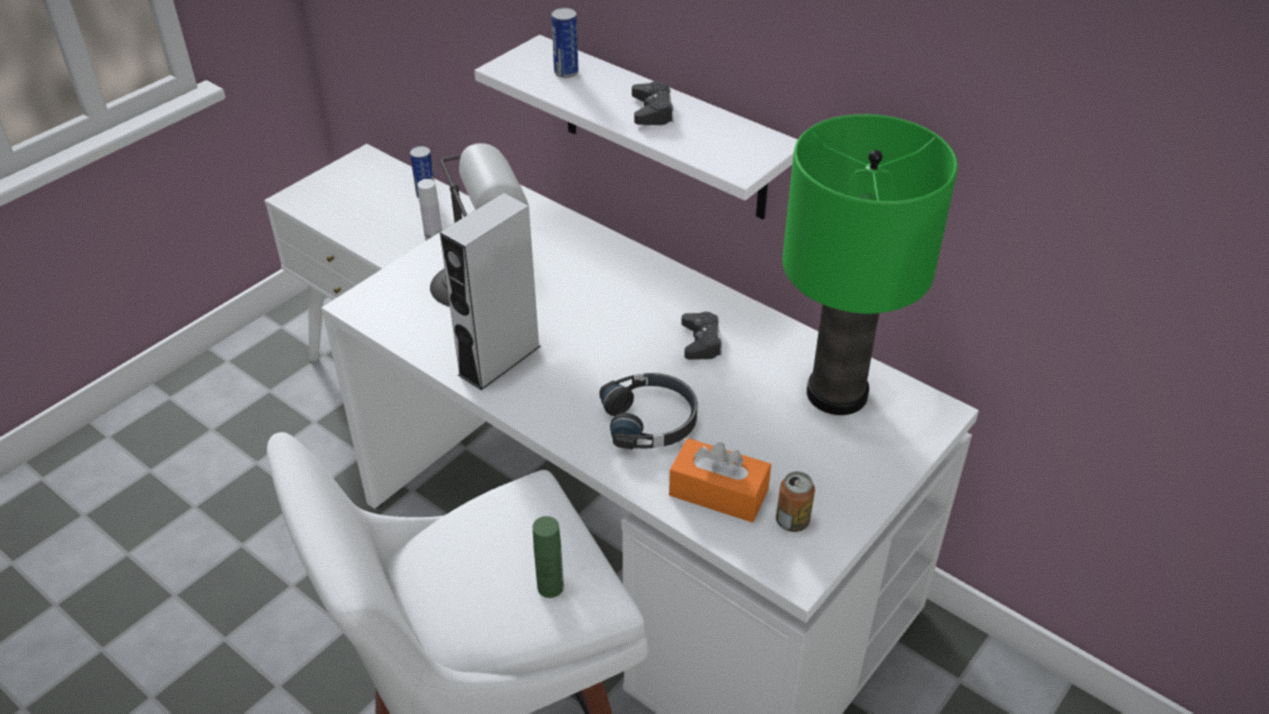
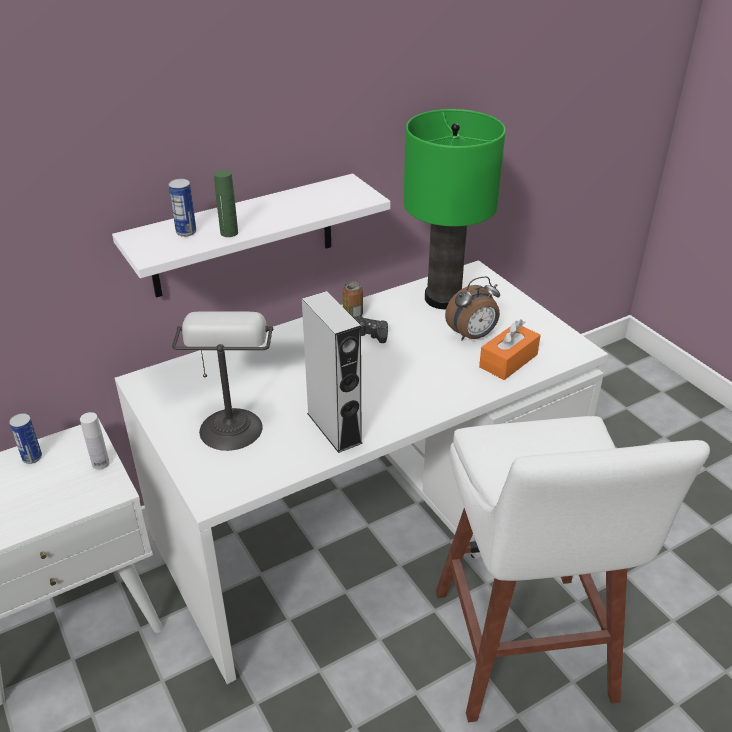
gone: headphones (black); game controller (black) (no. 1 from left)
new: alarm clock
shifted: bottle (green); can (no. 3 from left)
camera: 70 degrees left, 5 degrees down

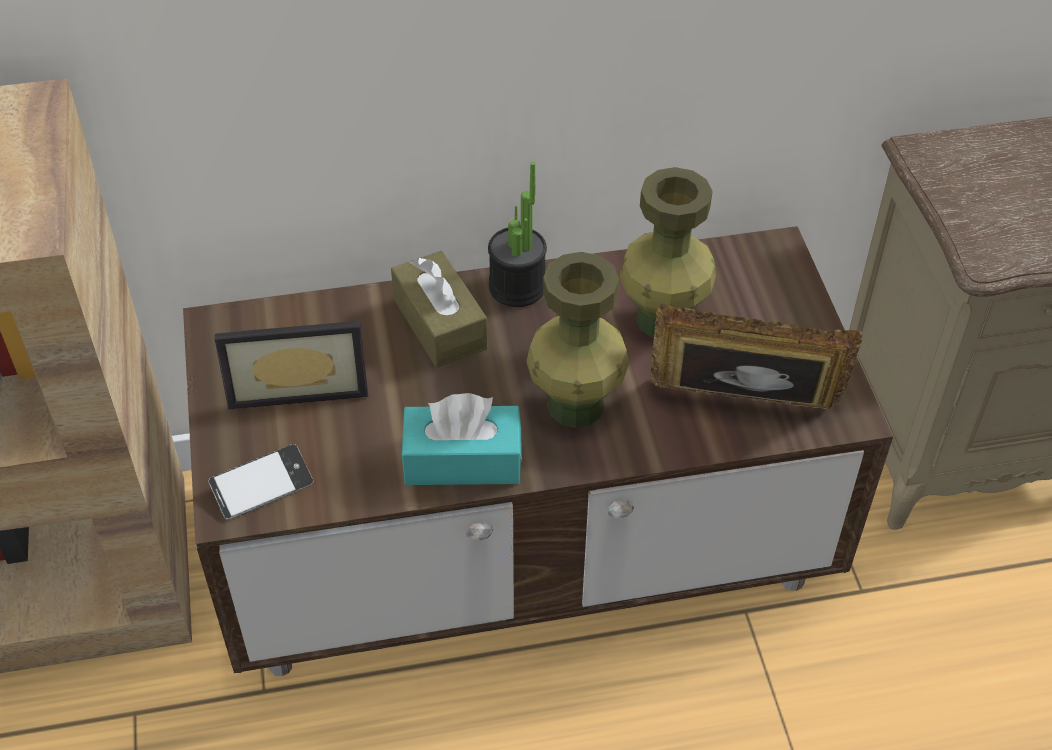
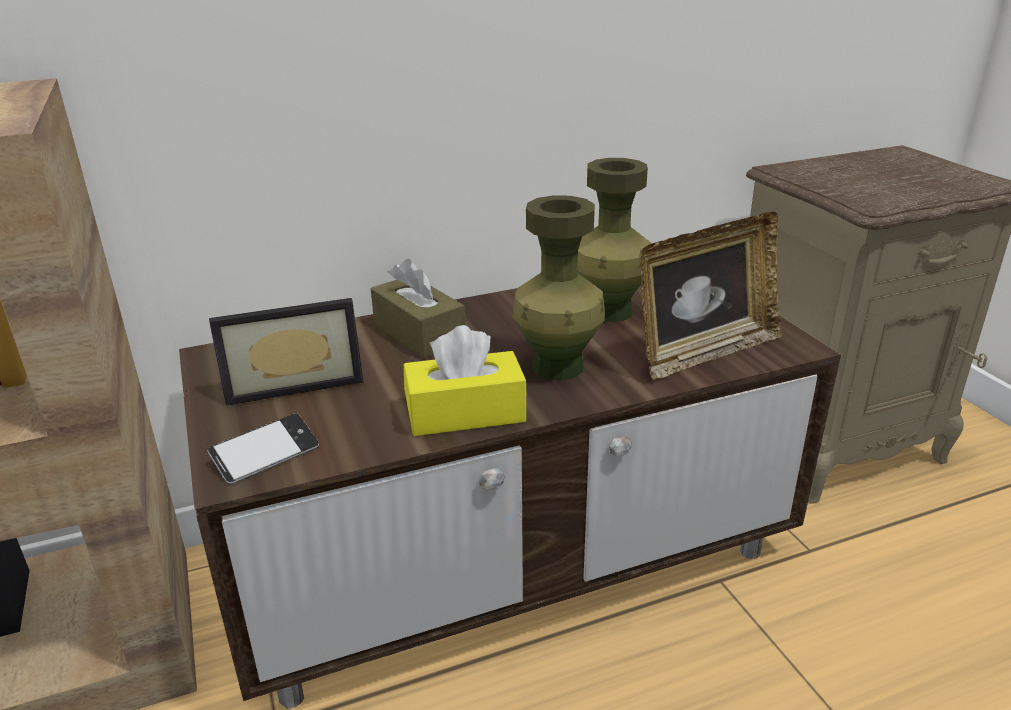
gone: potted plant
repainted: tissue box (turquoise) to tissue box (yellow)
rotated: picture frame (no. 2 from left) 150 degrees clockwise
camera: 10 degrees left, 20 degrees down

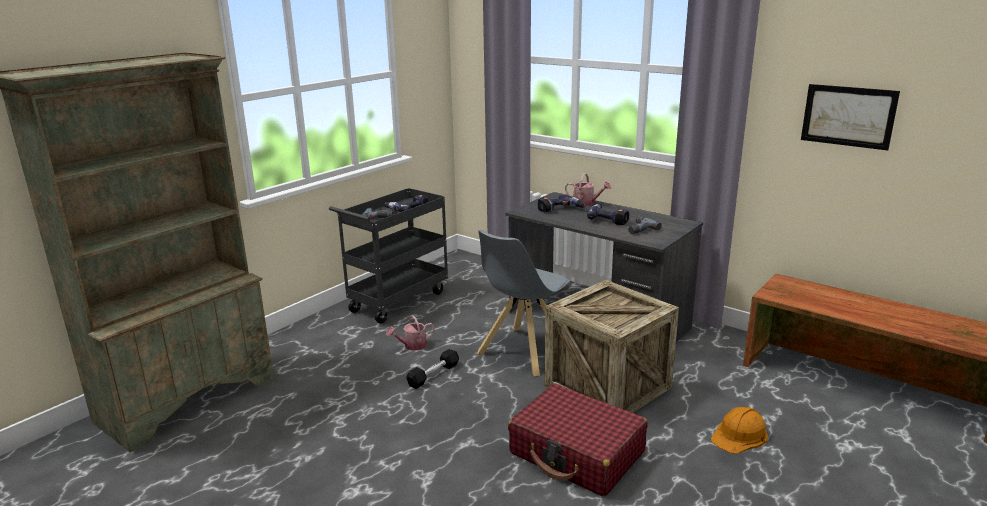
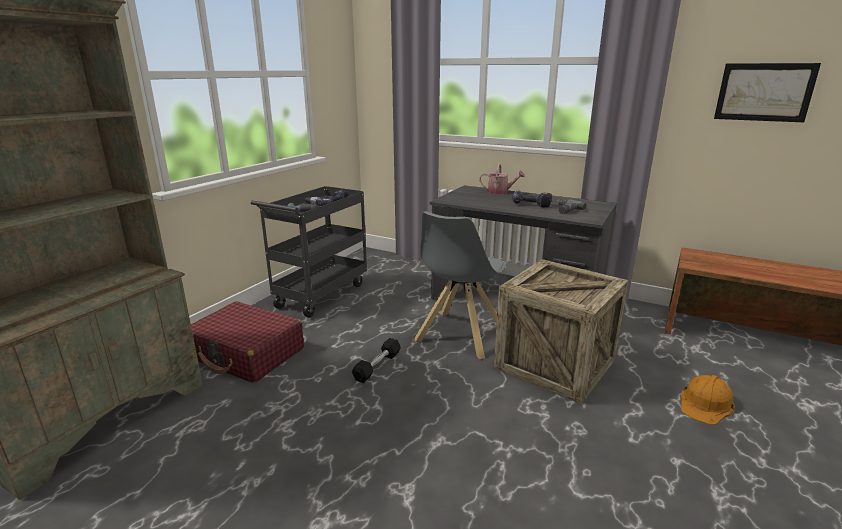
gone: watering can (no. 1 from left); power drill (no. 3 from left)
shifted: suitcase (red)
camera: 10 degrees left, 0 degrees up

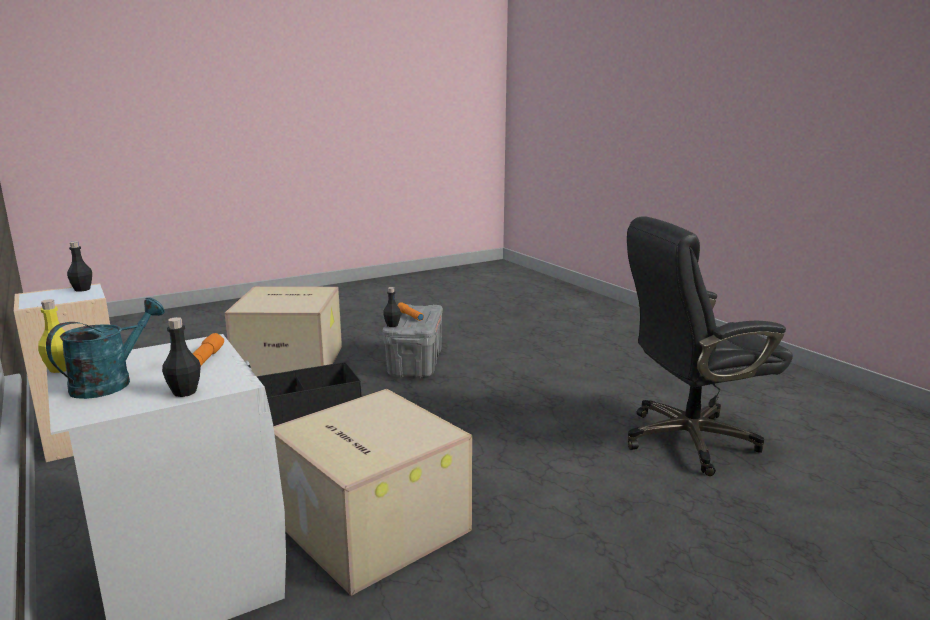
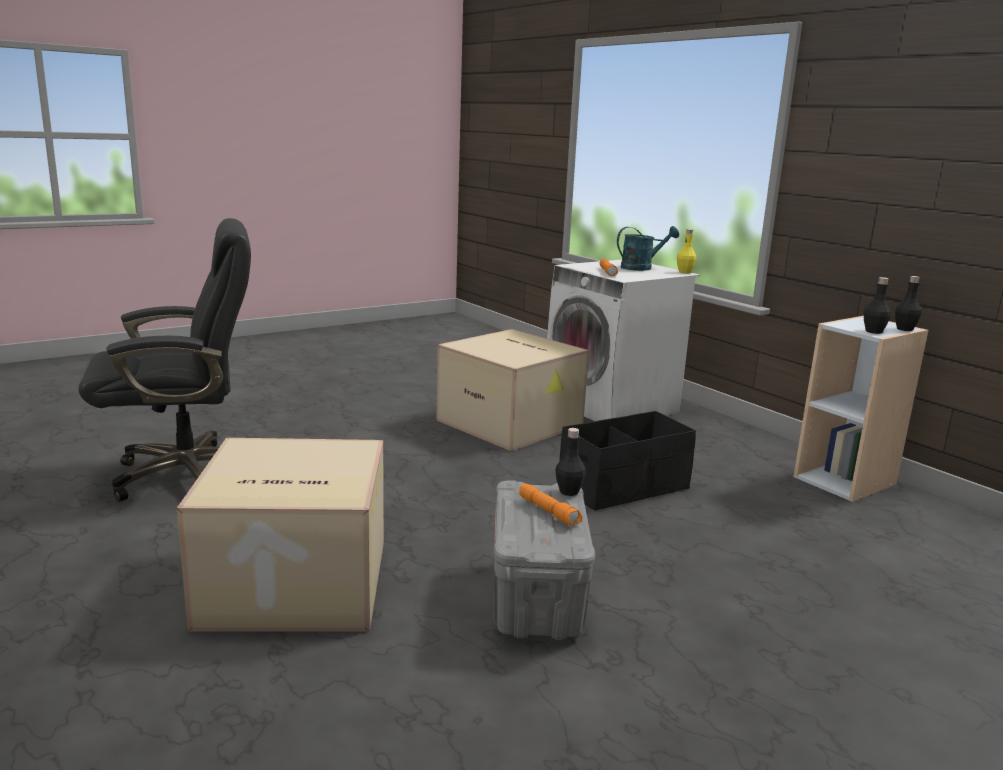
shifted: cardboard box (no. 1 from left); bottle (black) (no. 2 from left in the first image) to bottle (black) (no. 3 from left)
rotated: watering can (turquoise) 135 degrees counterclockwise
camera: 175 degrees right, 0 degrees up

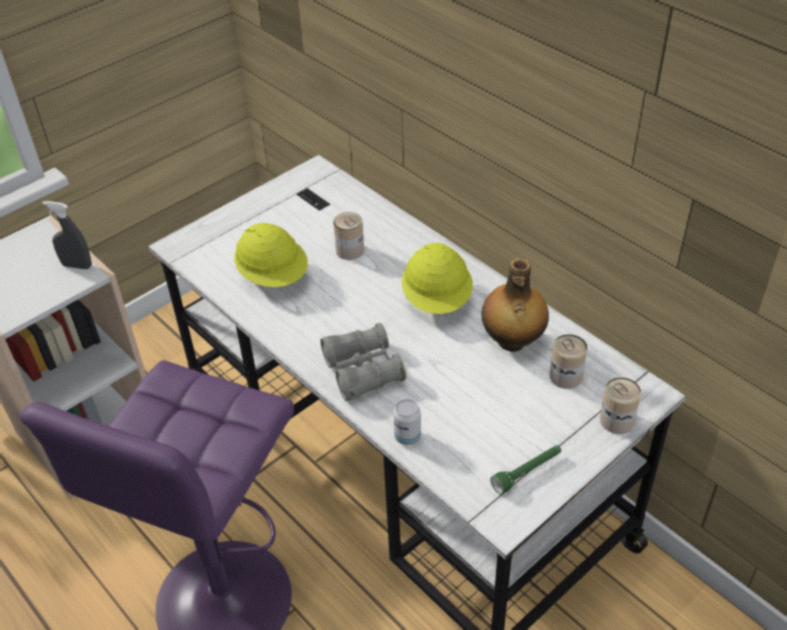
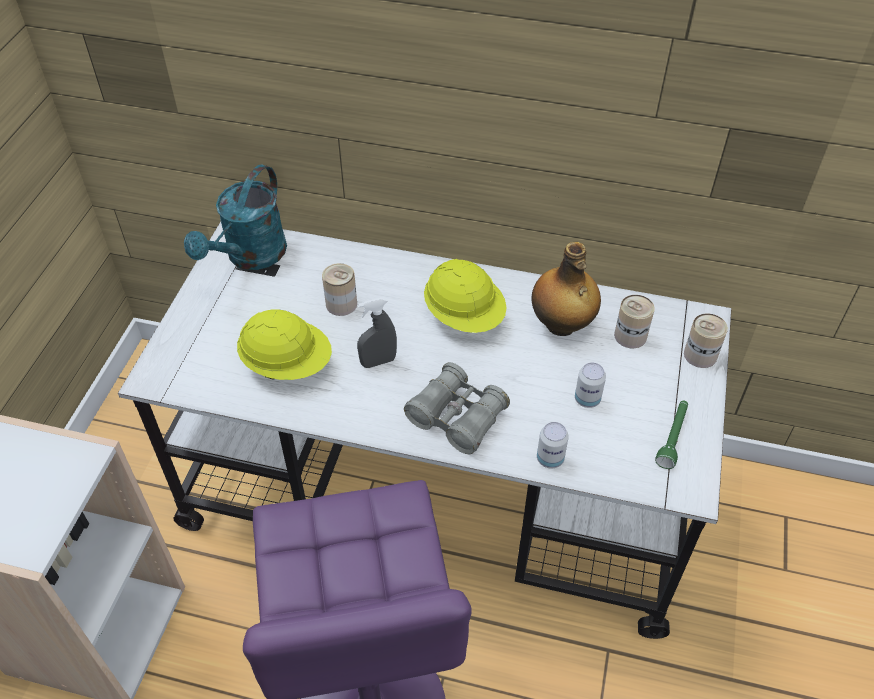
new: watering can (turquoise); can (no. 3 from left)
shifted: spray bottle (grey)
camera: 35 degrees left, 5 degrees up

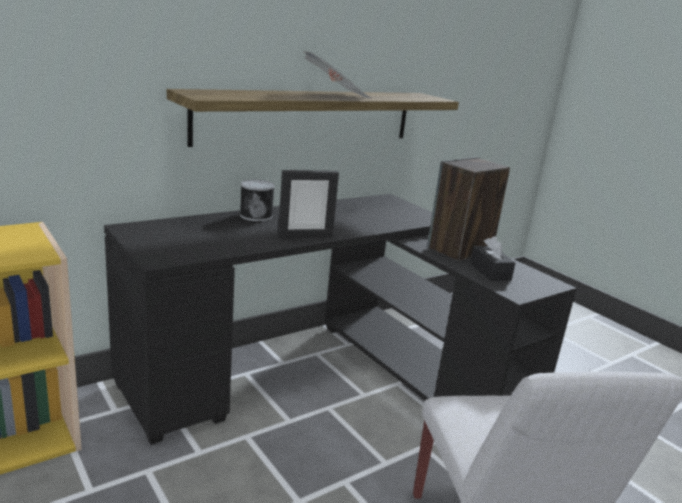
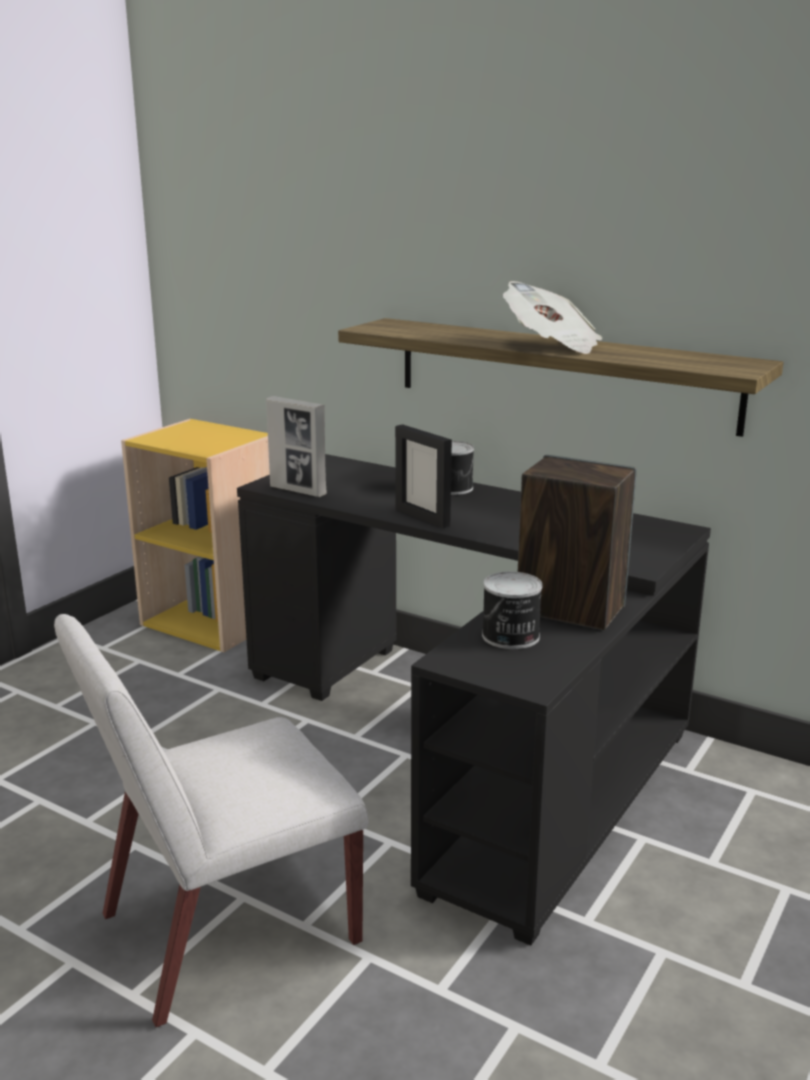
new: picture frame (no. 1 from left)
swapped: tissue box (black) to can (no. 2 from left)
camera: 70 degrees right, 0 degrees up

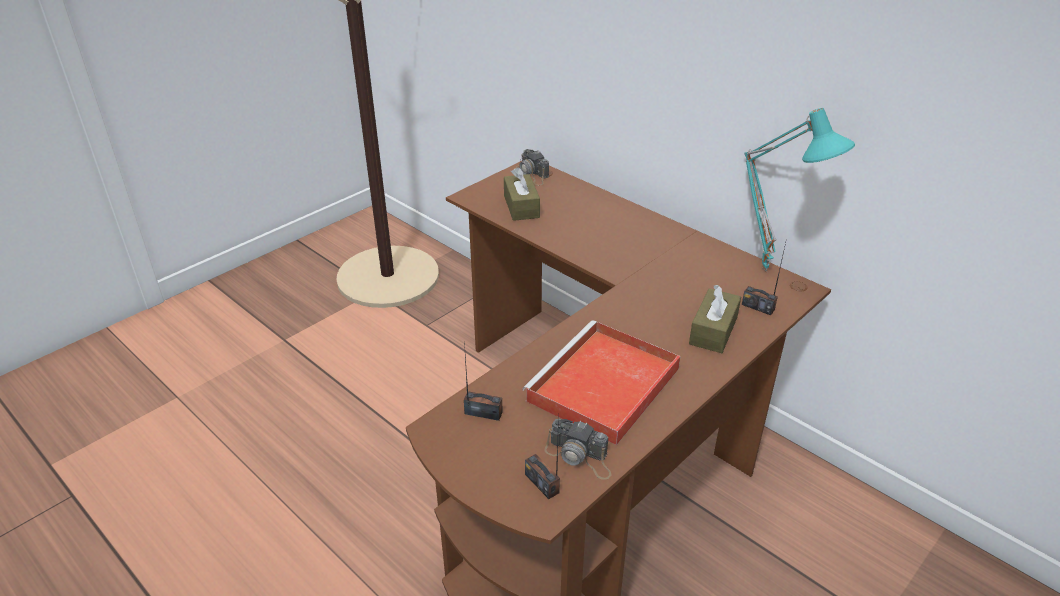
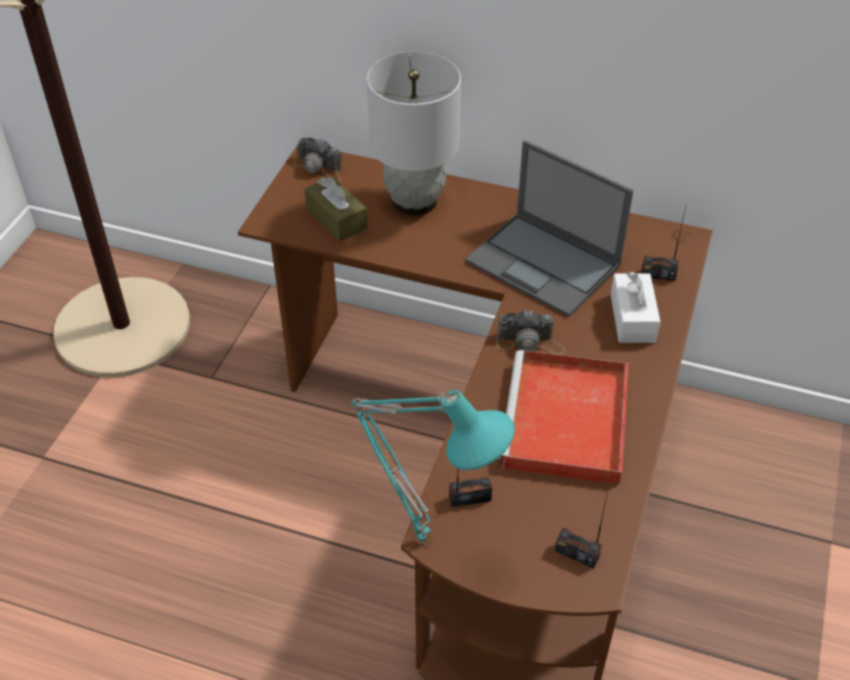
new: table lamp (white); laptop
shifted: table lamp (turquoise); photo camera (no. 2 from left)
repainted: tissue box (brown) (no. 2 from left) to tissue box (white)
camera: 25 degrees left, 10 degrees up

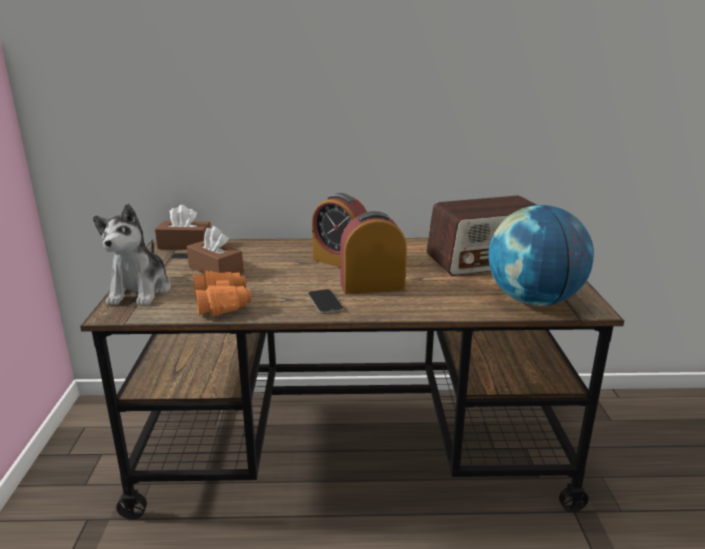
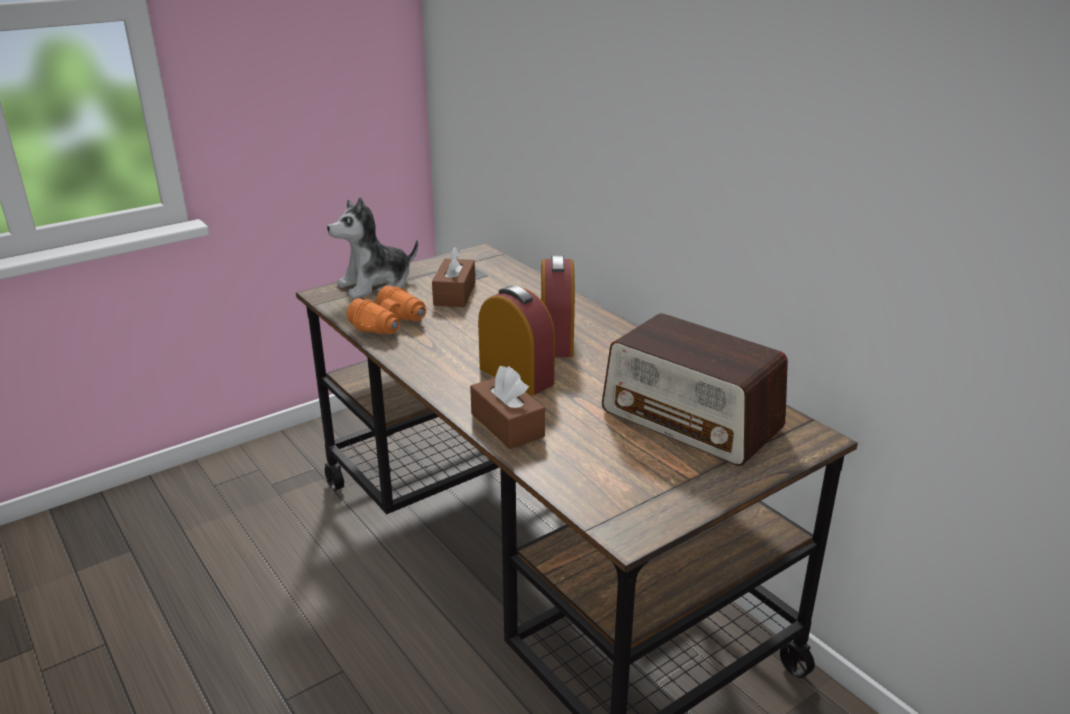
gone: phone; globe
shifted: tissue box (brown) (no. 1 from left in the first image) to tissue box (brown) (no. 2 from left)
camera: 55 degrees right, 5 degrees up

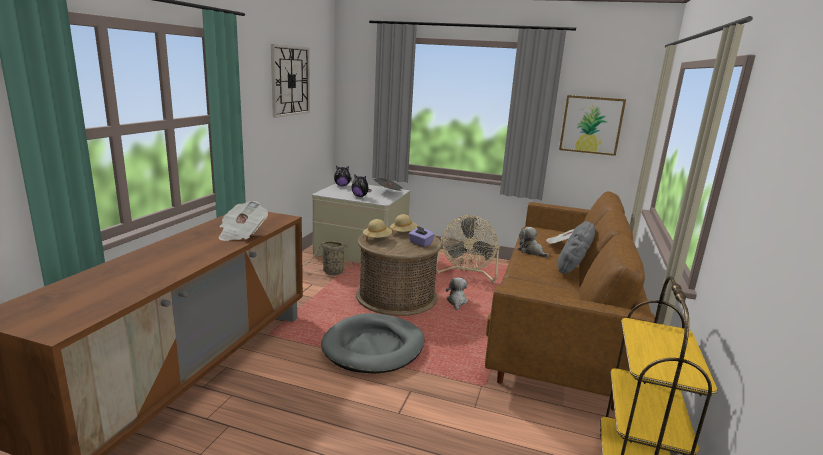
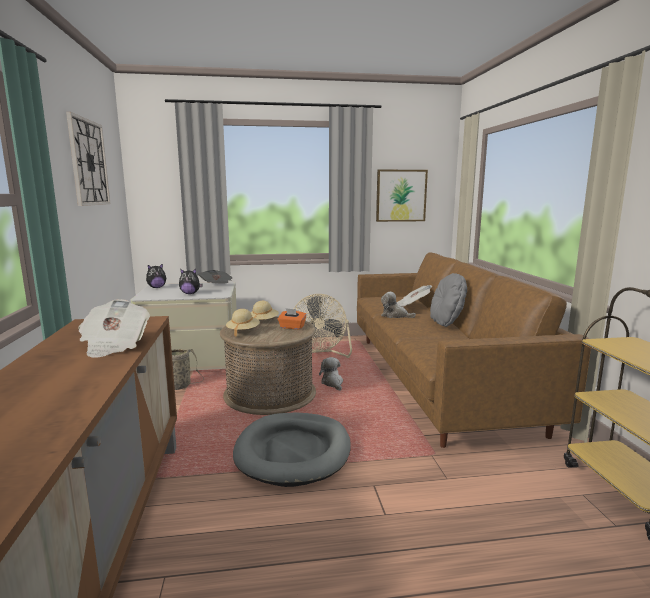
repainted: tissue box (purple) to tissue box (orange)
camera: 25 degrees left, 5 degrees down

